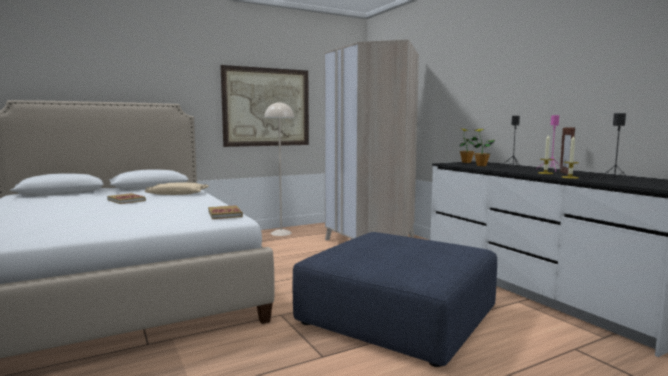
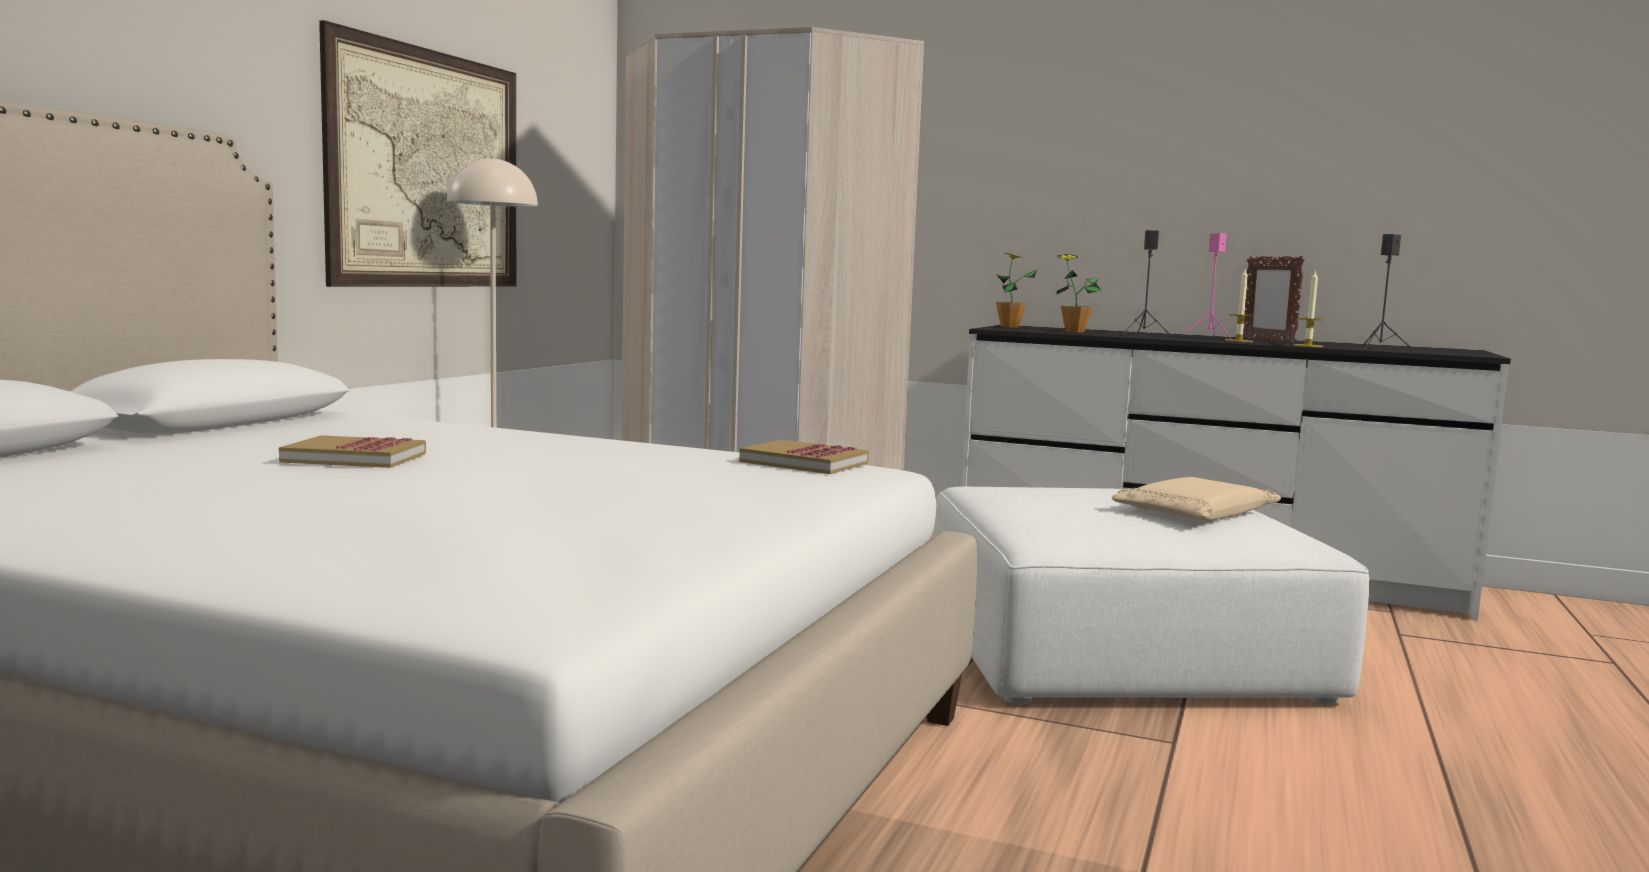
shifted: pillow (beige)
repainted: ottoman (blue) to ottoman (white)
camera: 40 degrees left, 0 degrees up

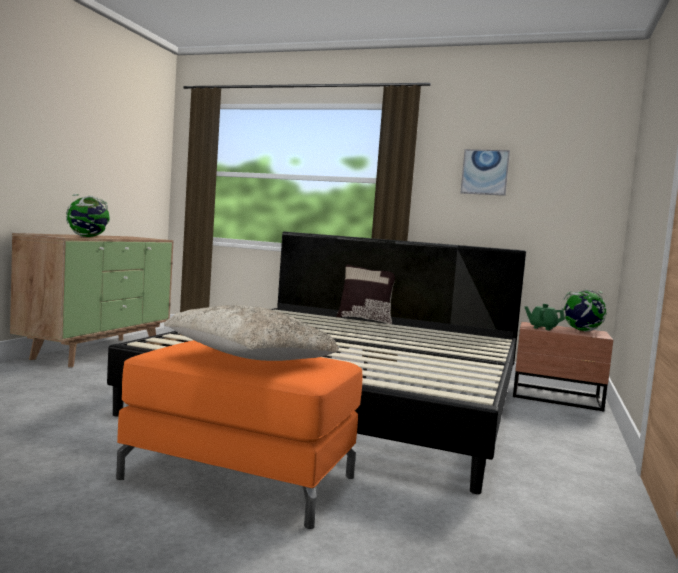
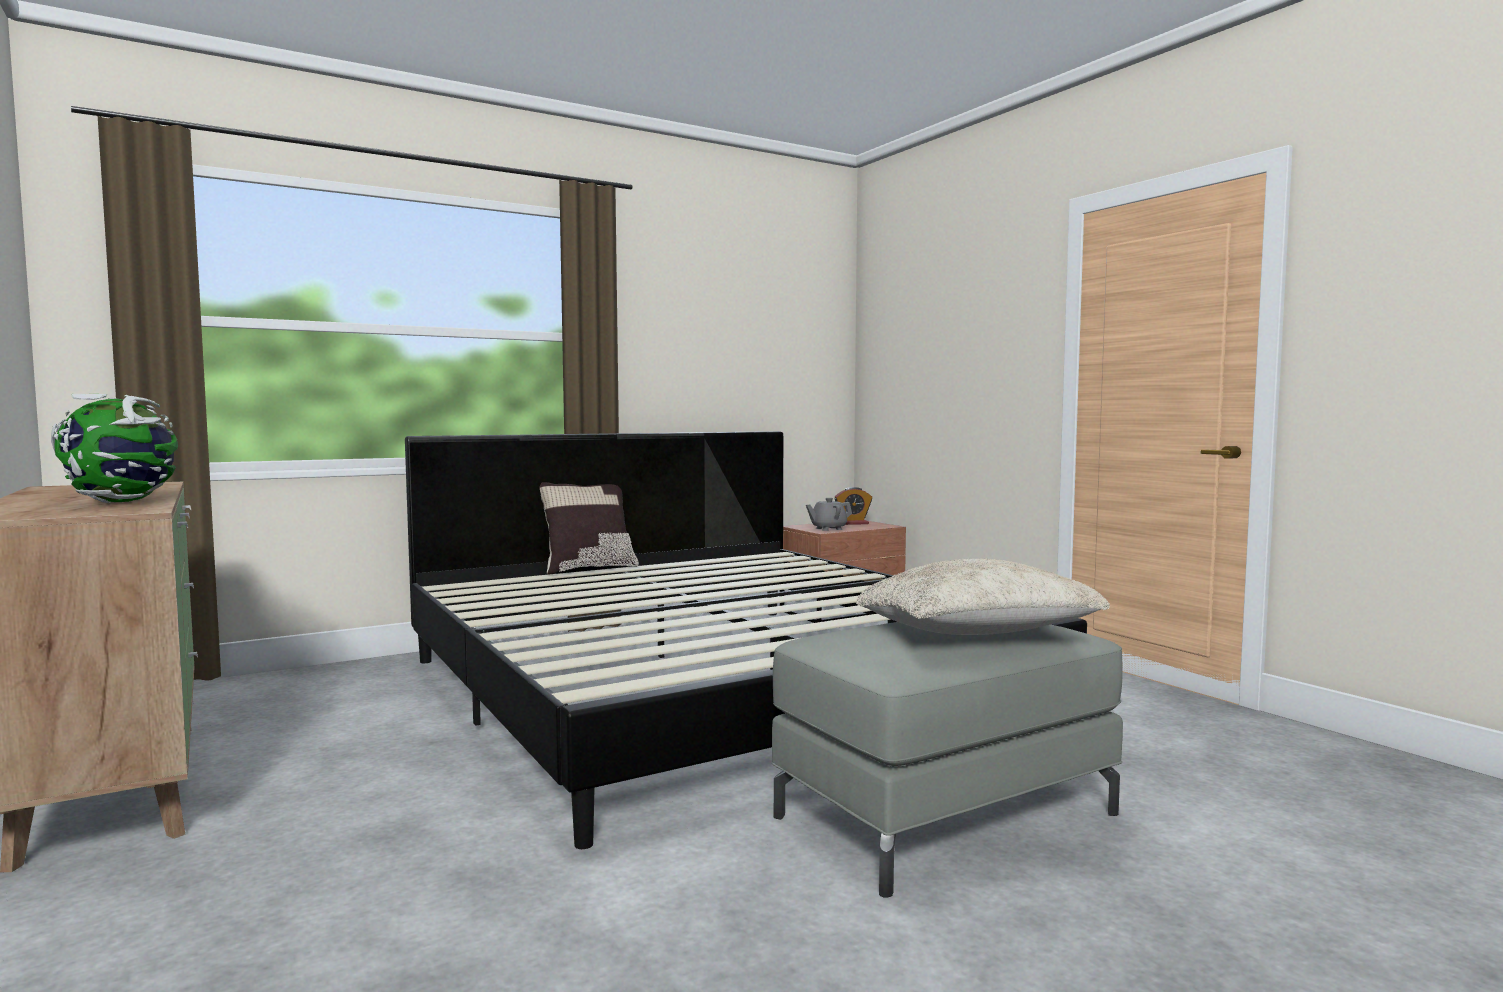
gone: picture
swapped: globe (no. 2 from left) to alarm clock
repainted: ottoman (orange) to ottoman (grey); teapot (green) to teapot (grey)
camera: 50 degrees left, 0 degrees up

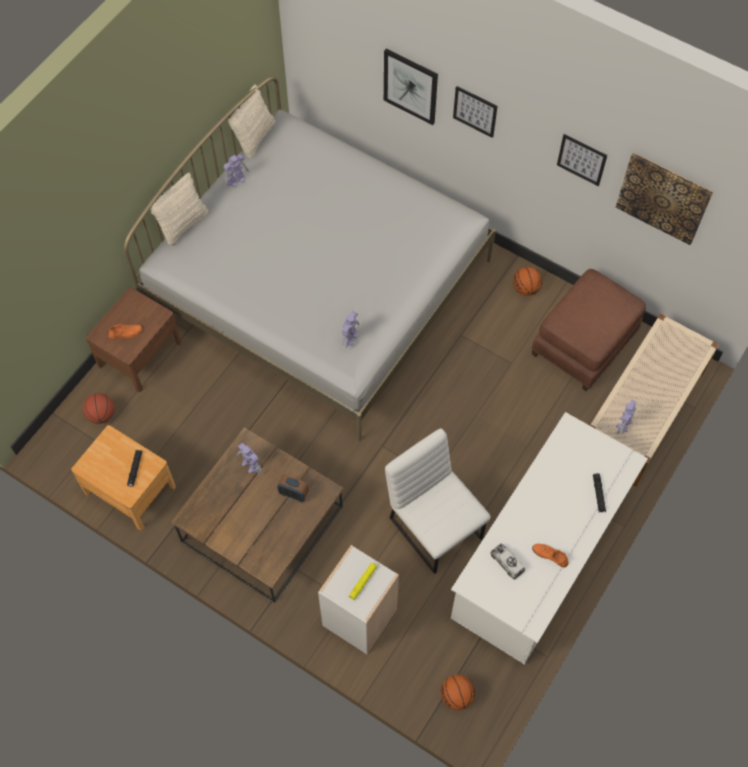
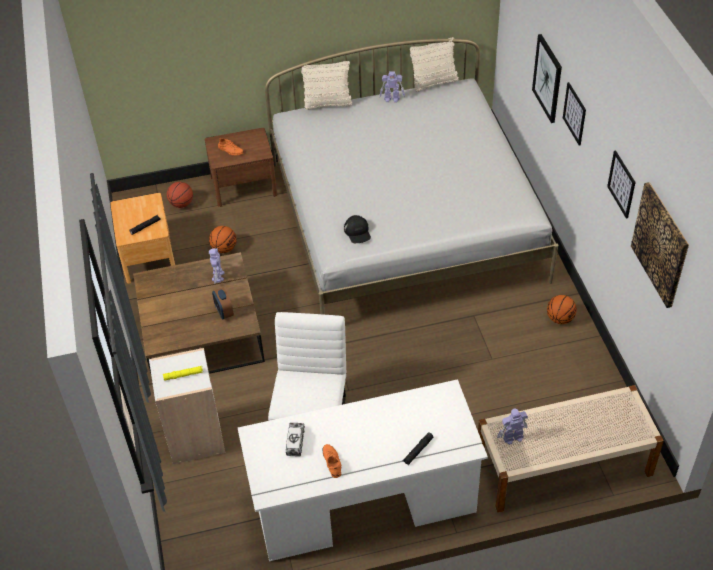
gone: ottoman (brown)
shifted: basketball (no. 2 from left)
swapped: toy robot (no. 3 from left) to cap (black)
camera: 45 degrees right, 15 degrees down

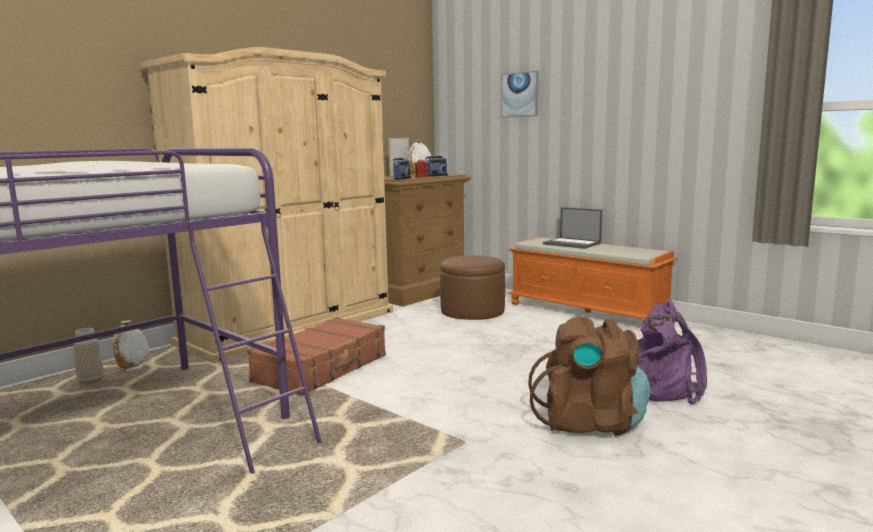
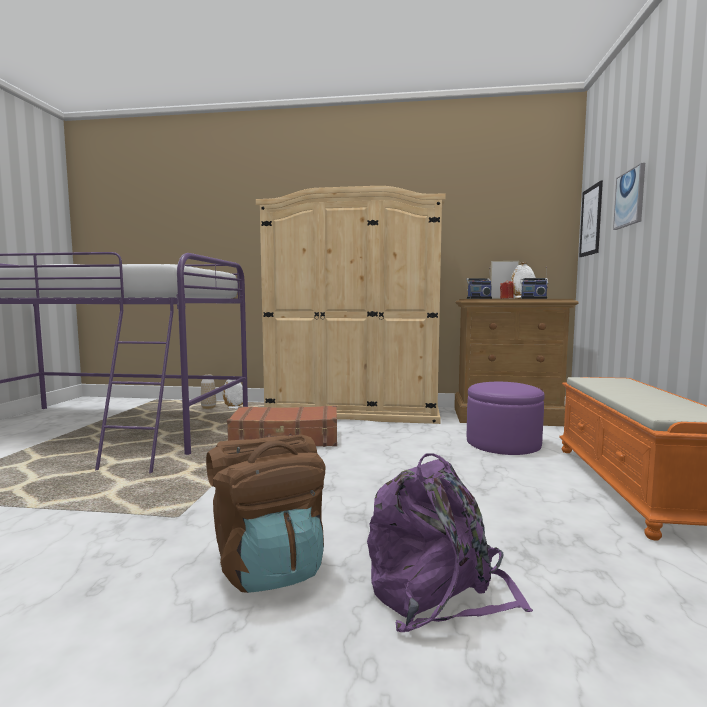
gone: laptop
new: picture (no. 1 from left)
repainted: ottoman (brown) to ottoman (purple)
camera: 55 degrees right, 5 degrees down

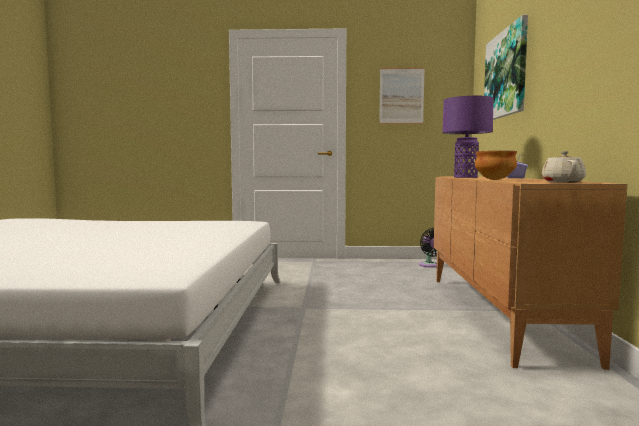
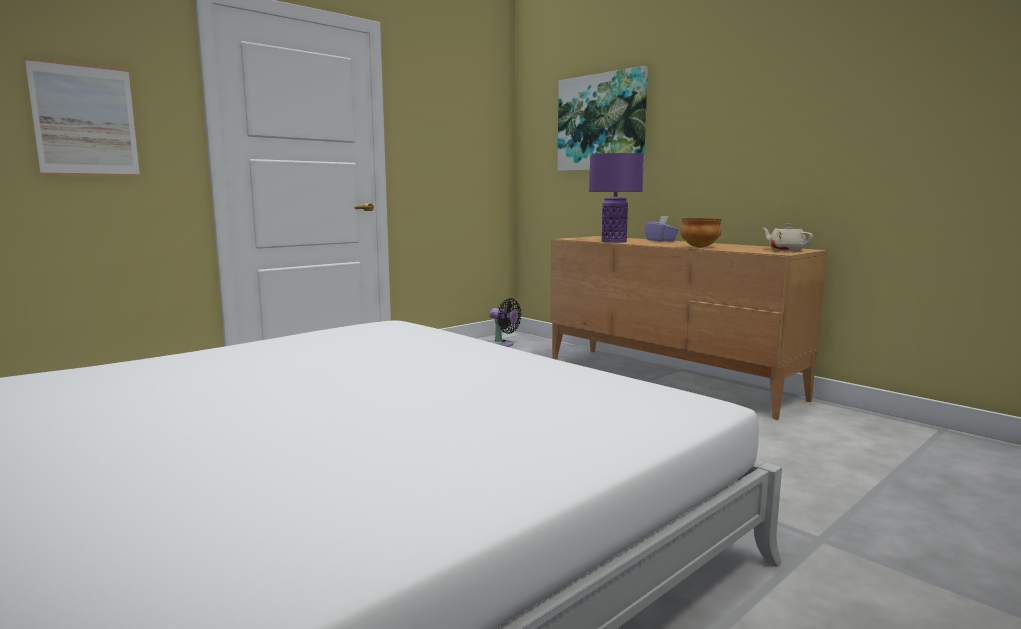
shifted: picture (no. 1 from left)
camera: 45 degrees left, 5 degrees up

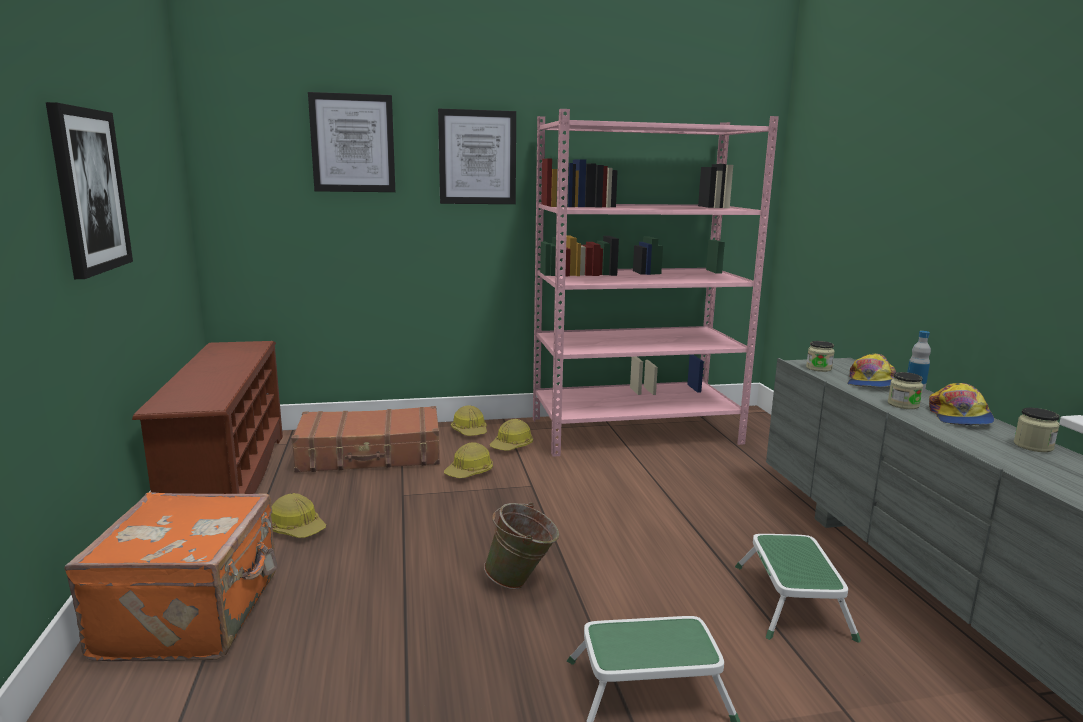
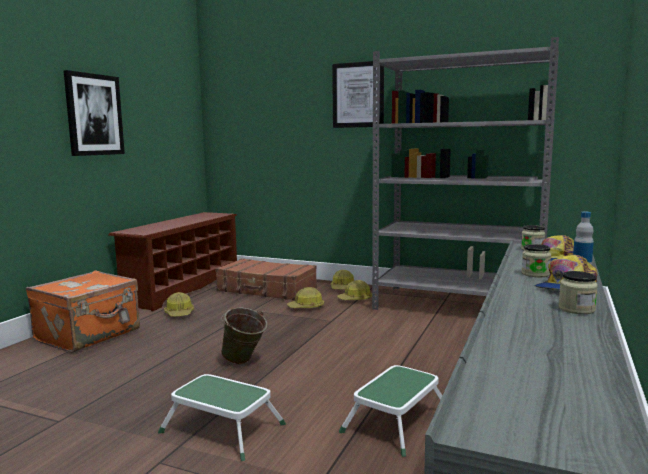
gone: picture (no. 2 from left)
repainted: bookcase (pink) to bookcase (grey)
camera: 35 degrees right, 5 degrees down

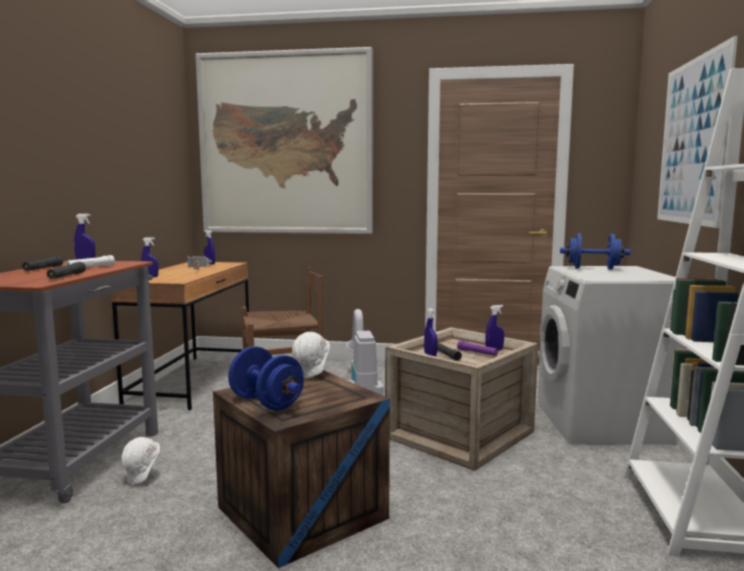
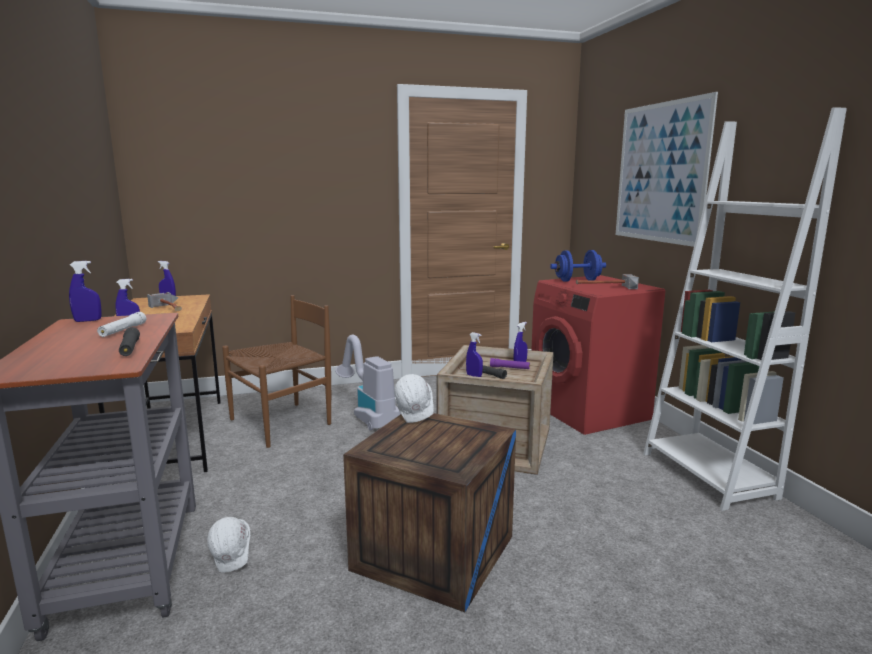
gone: flashlight (black) (no. 1 from left); picture (no. 1 from left); dumbbell (blue) (no. 1 from left)
new: hammer (no. 2 from left)
repainted: washing machine (white) to washing machine (red)
camera: 25 degrees left, 5 degrees up

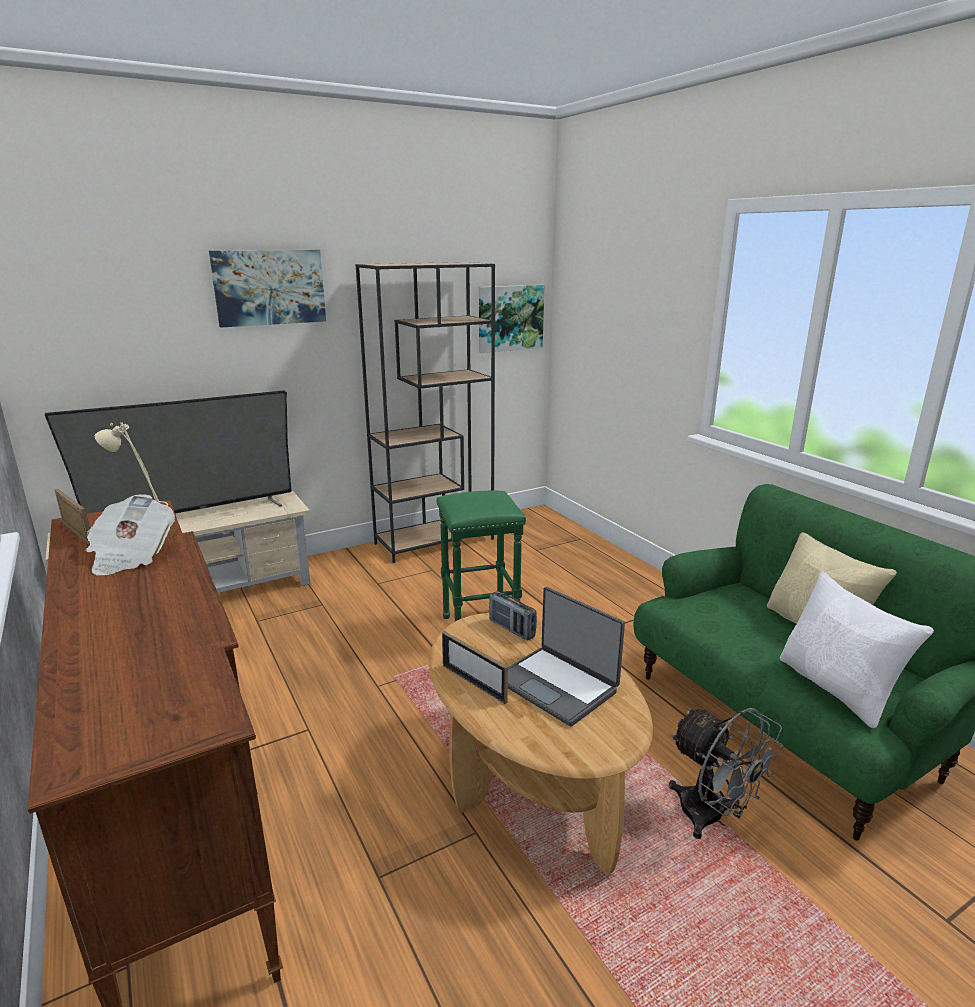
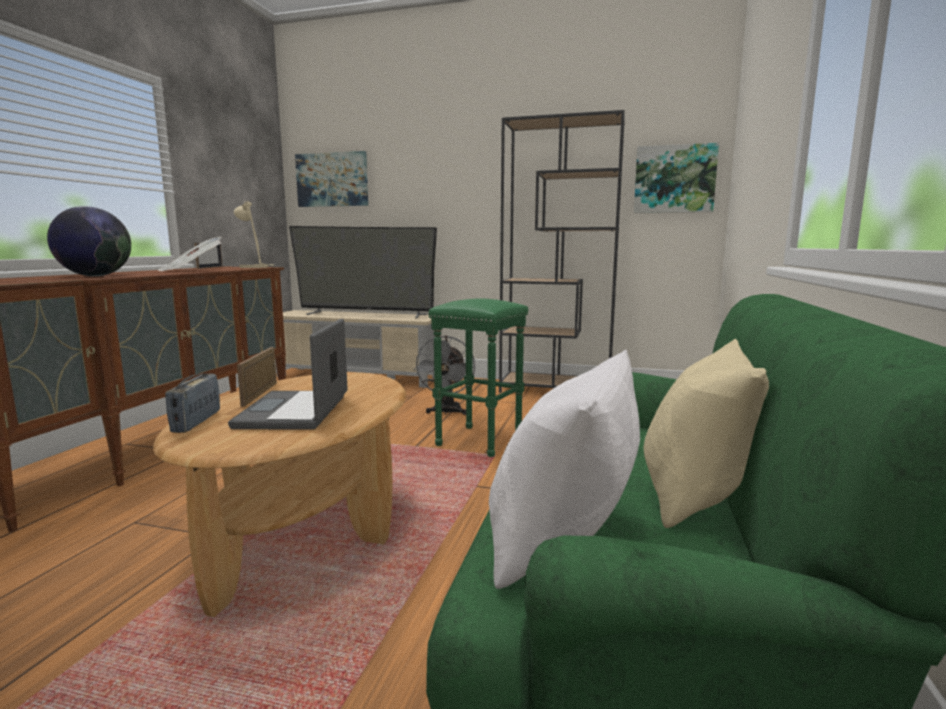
new: globe
shifted: radio; picture (no. 1 from left); fan (grey)
camera: 45 degrees right, 10 degrees down

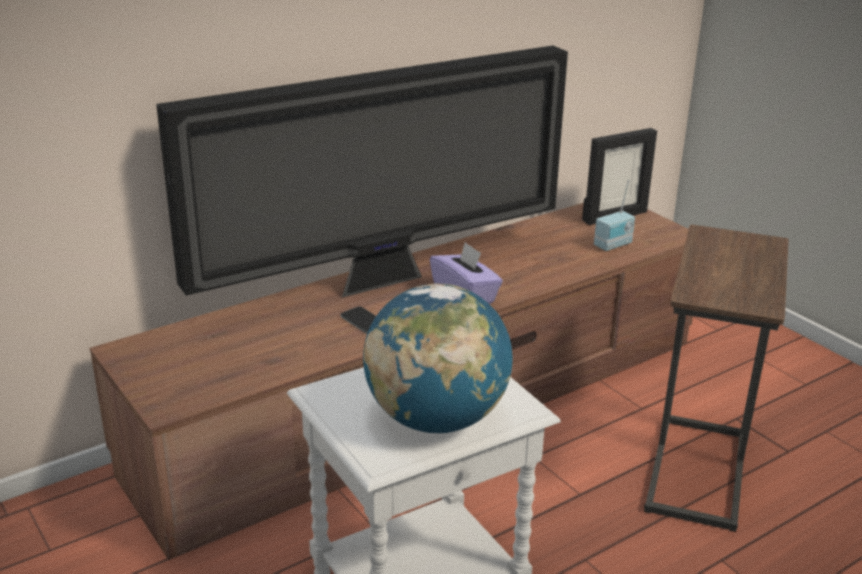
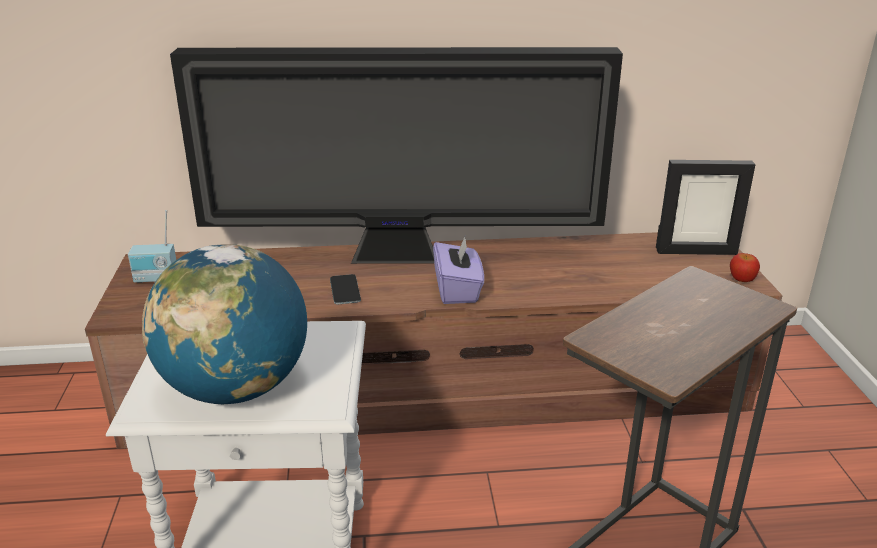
new: apple
shifted: radio
camera: 30 degrees right, 0 degrees up

